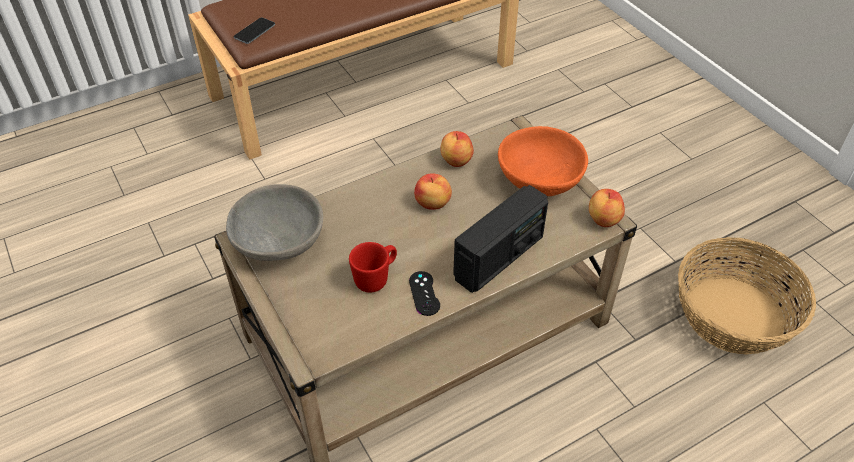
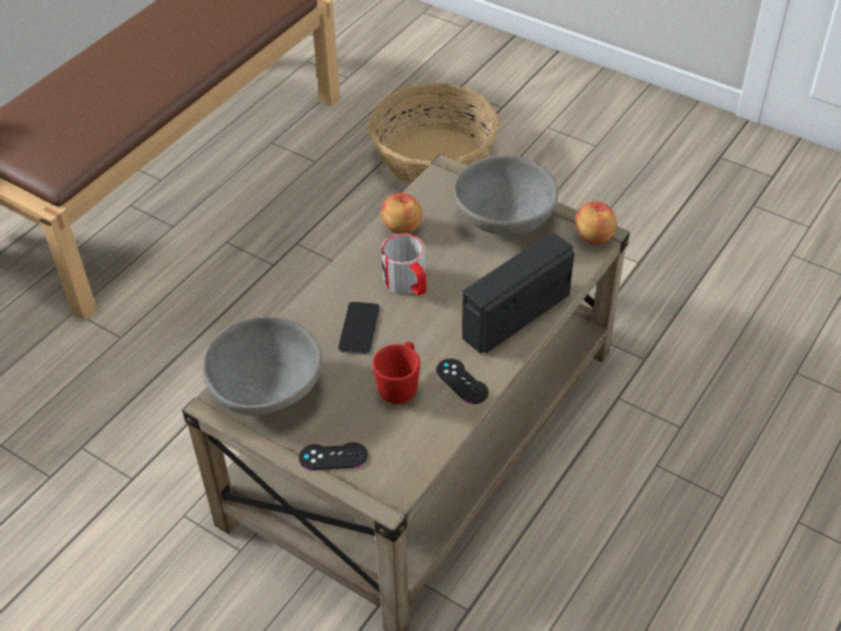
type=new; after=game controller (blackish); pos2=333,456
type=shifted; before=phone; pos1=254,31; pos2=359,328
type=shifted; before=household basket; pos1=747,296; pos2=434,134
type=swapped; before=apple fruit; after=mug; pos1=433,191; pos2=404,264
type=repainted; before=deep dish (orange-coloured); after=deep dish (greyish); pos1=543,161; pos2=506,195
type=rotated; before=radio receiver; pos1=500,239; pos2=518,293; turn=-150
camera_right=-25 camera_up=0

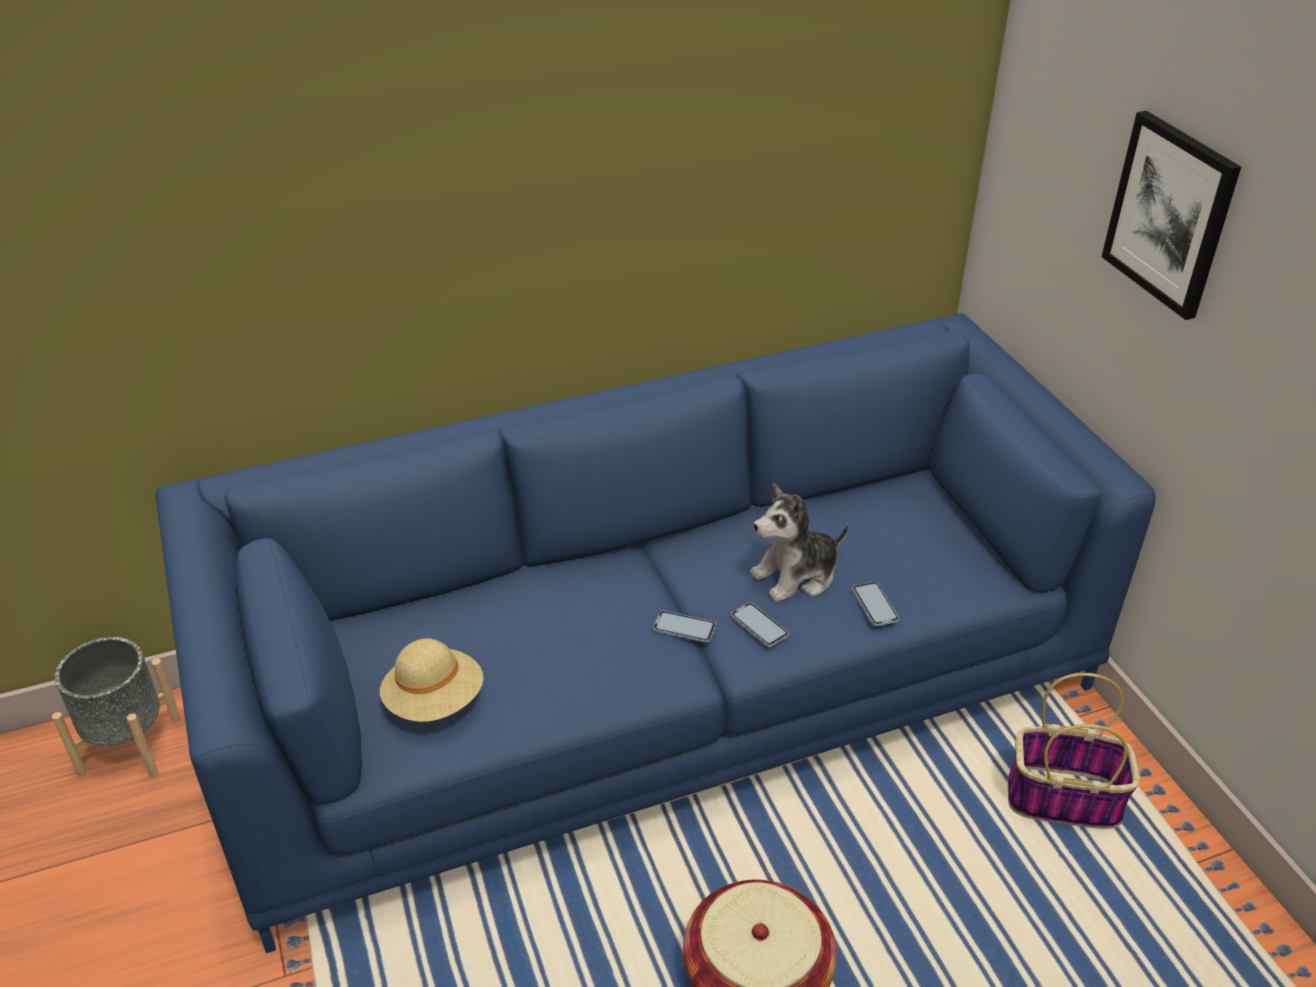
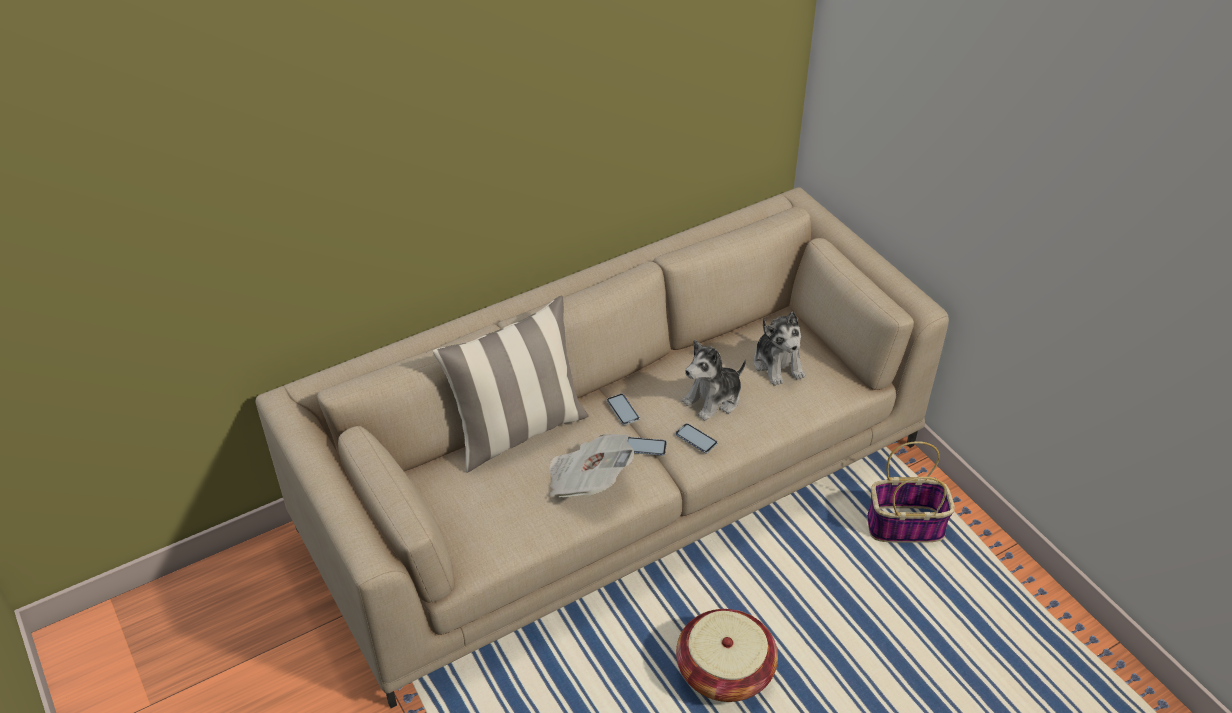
type=repainted; before=couch (bluish); after=couch (beige); pos1=656,633; pos2=602,447
type=new; after=throw pillow; pos2=511,384
type=new; after=newspaper; pos2=592,465
type=shifted; before=phone; pos1=875,603; pos2=623,409
type=new; after=plush toy; pos2=779,348
type=gone; before=planter (greyish); pos1=116,707
type=gone; before=hat (beige); pos1=432,680
type=gone; before=picture; pos1=1171,215
camera_right=-10 camera_up=5

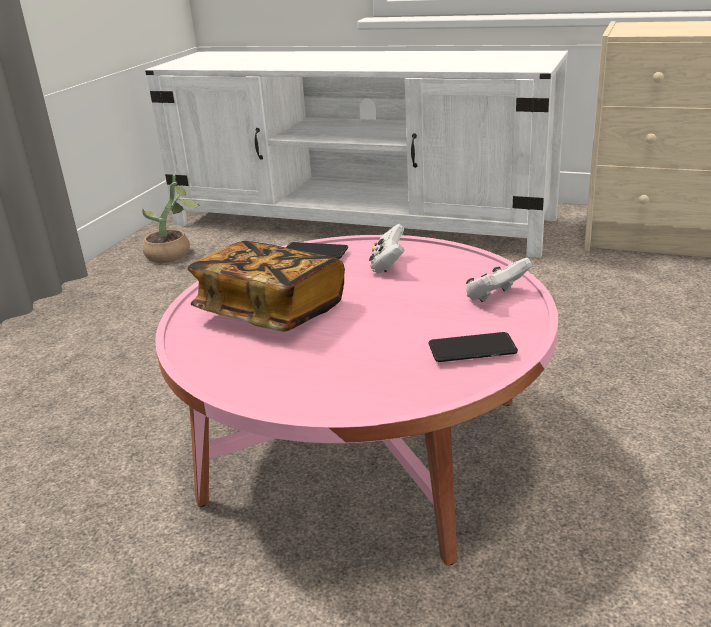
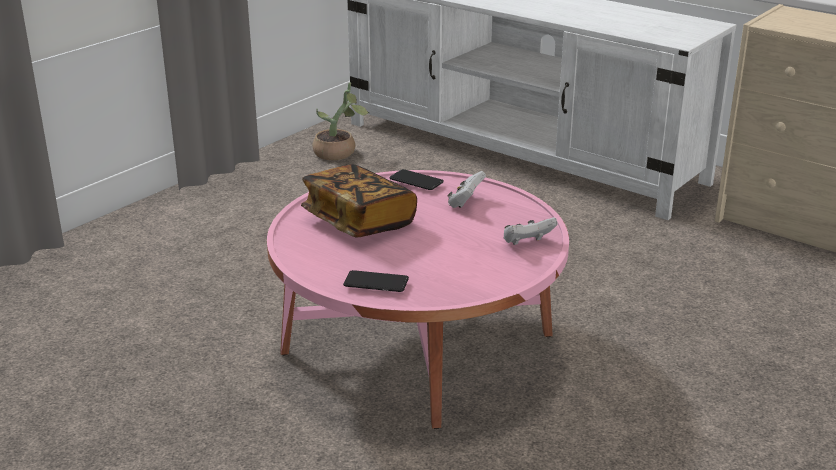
type=shifted; before=phone; pos1=473,347; pos2=376,281
camera_right=15 camera_up=0

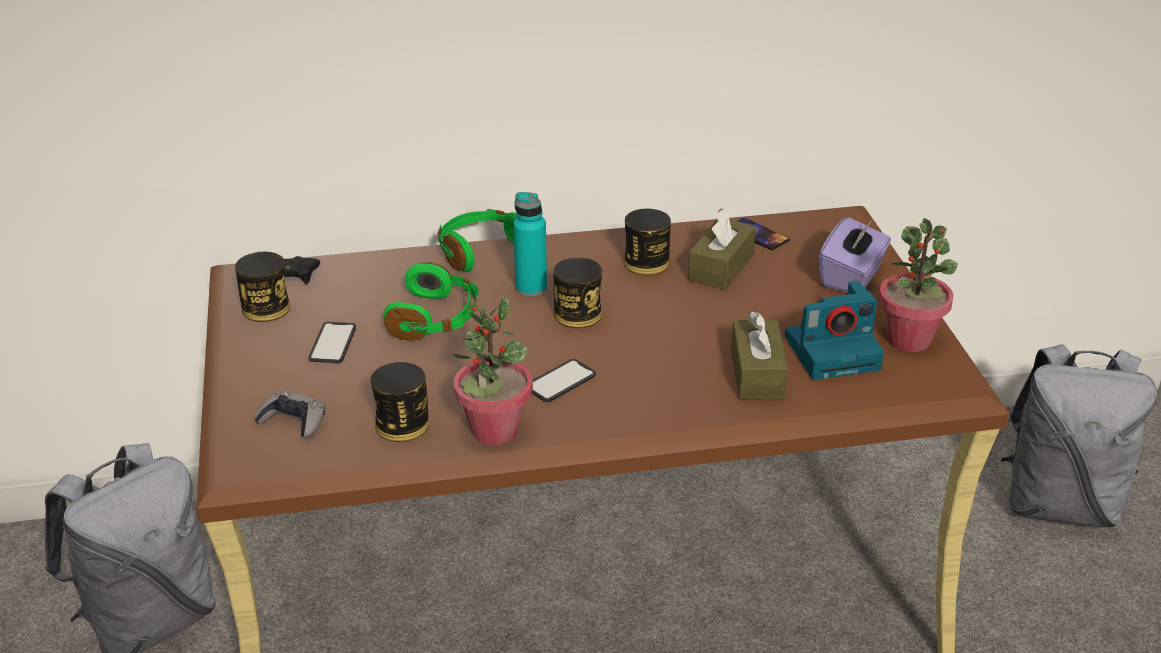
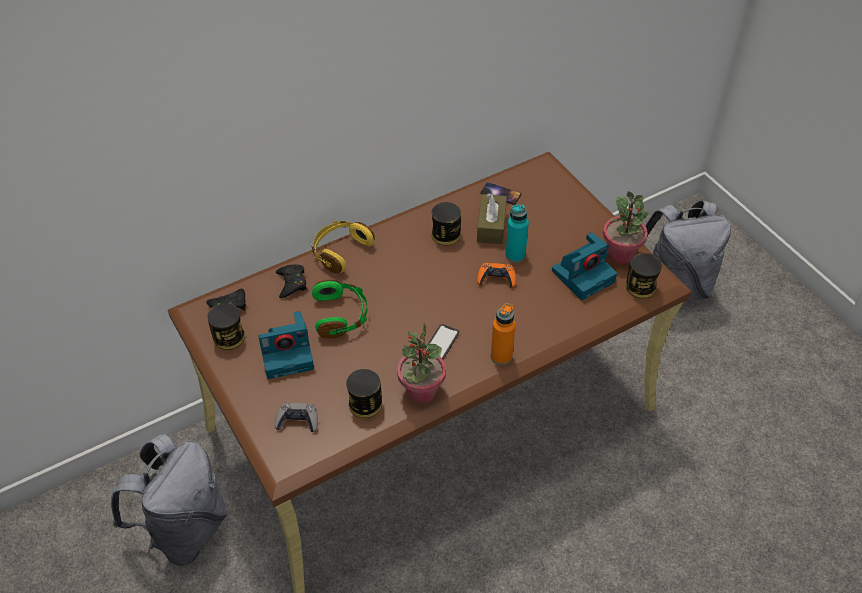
type=swapped; before=phone; after=photo camera; pos1=332,342; pos2=286,345
type=new; after=game controller (blackish); pos2=291,281
type=repainted; before=headset (green-coloured); after=headset (yellowish); pos1=477,240; pos2=343,247
type=new; after=game controller (orange-coloured); pos2=496,275
type=new; after=drink bottle (orange-coloured); pos2=503,334
type=shifted; before=drink bottle (turquoise); pos1=530,244; pos2=517,233
type=shifted; before=metal can; pos1=578,292; pos2=644,275
type=gone; before=tissue holder (brown-coloured); pos1=759,355
type=gone; before=tissue holder (purple); pos1=855,255
camera_right=-20 camera_up=15

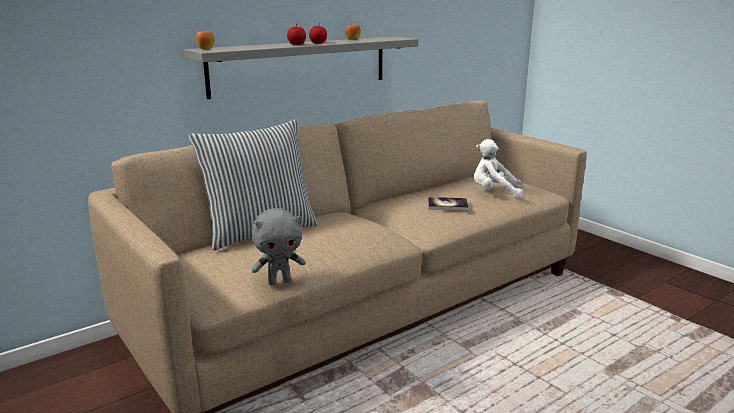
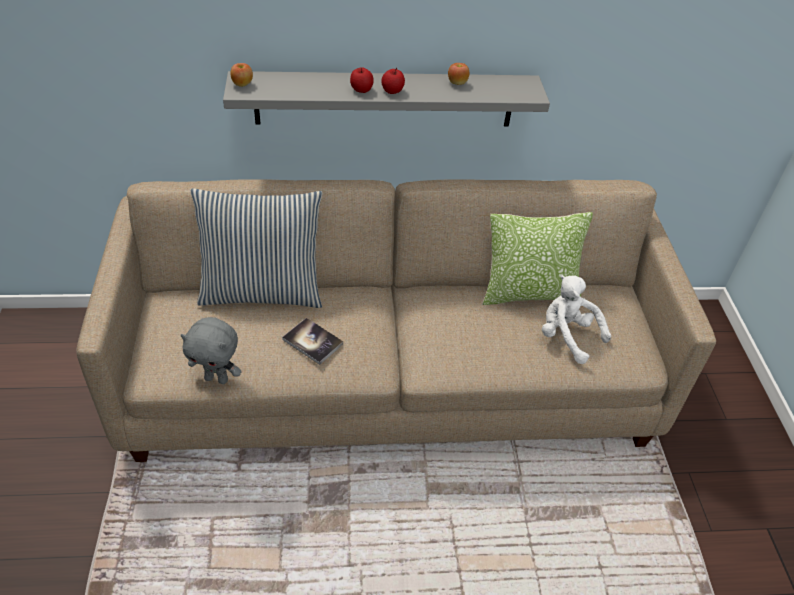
type=shifted; before=book; pos1=448,204; pos2=312,341
type=new; after=throw pillow; pos2=537,258
camera_right=30 camera_up=25

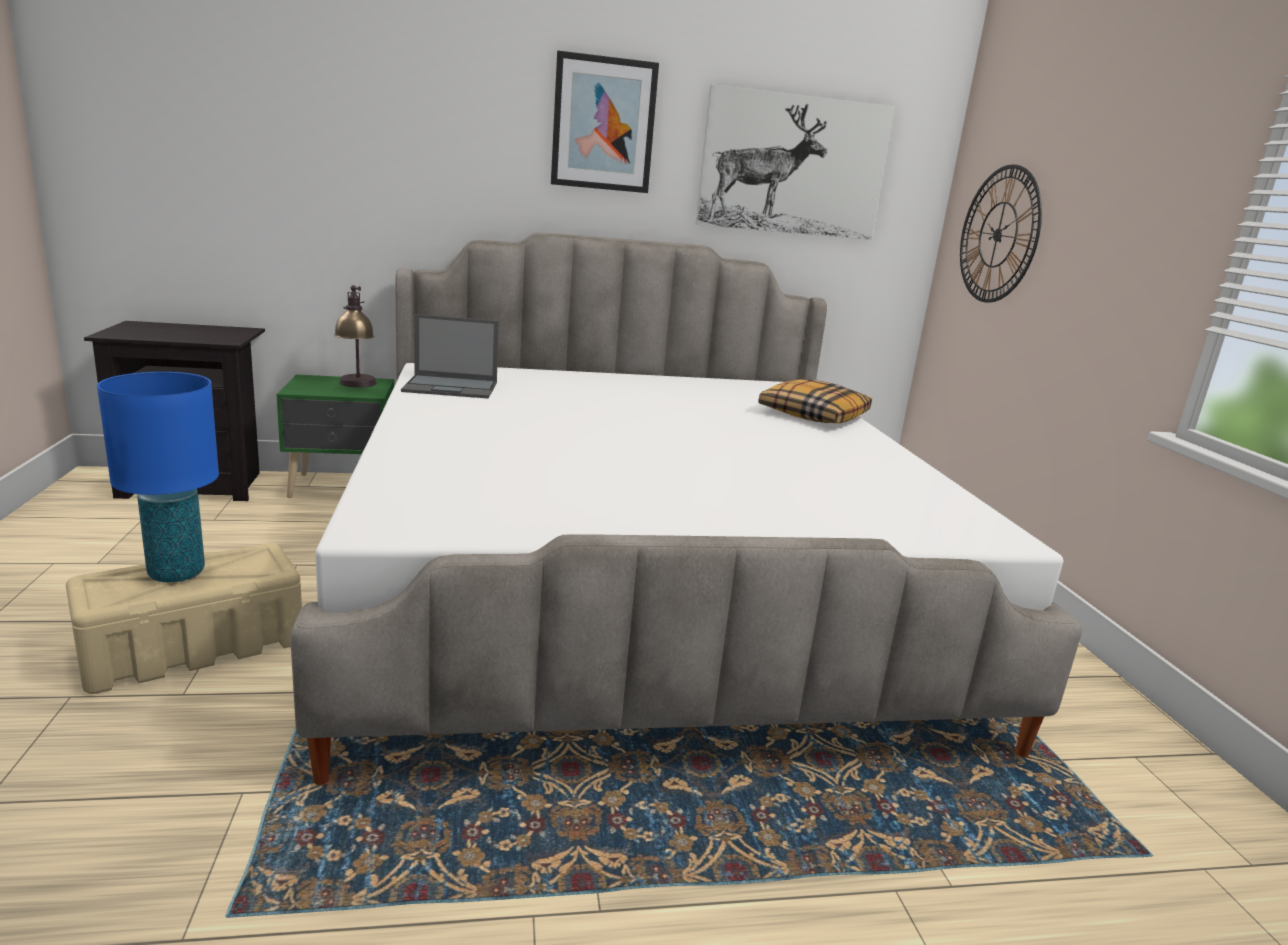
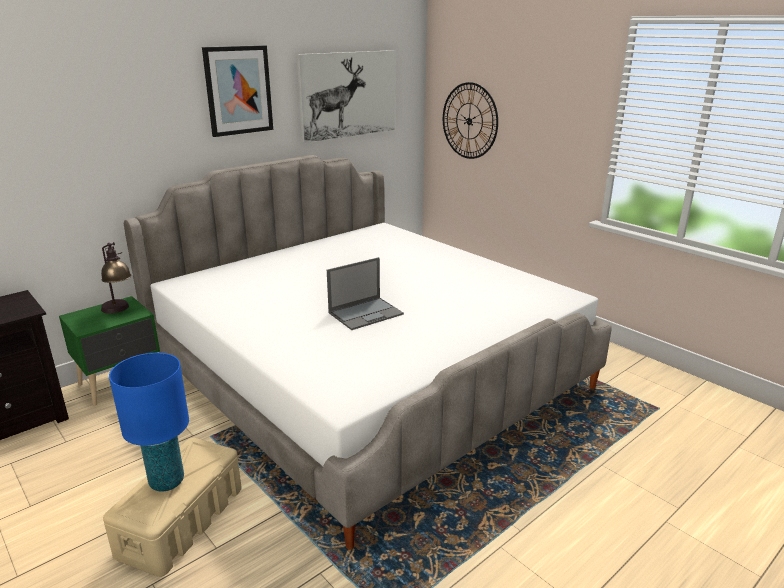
type=shifted; before=portable computer; pos1=450,356; pos2=365,293
type=gone; before=throw pillow; pos1=815,401
camera_right=-30 camera_up=5

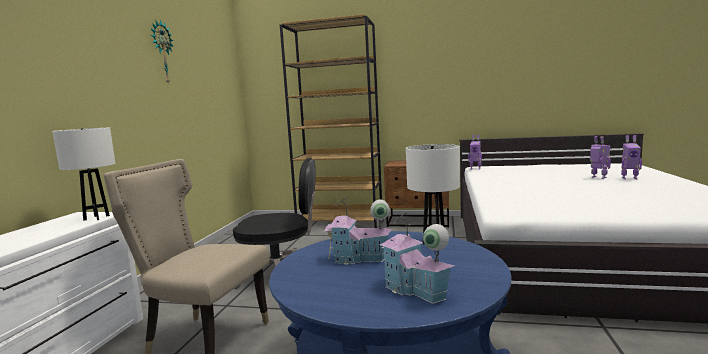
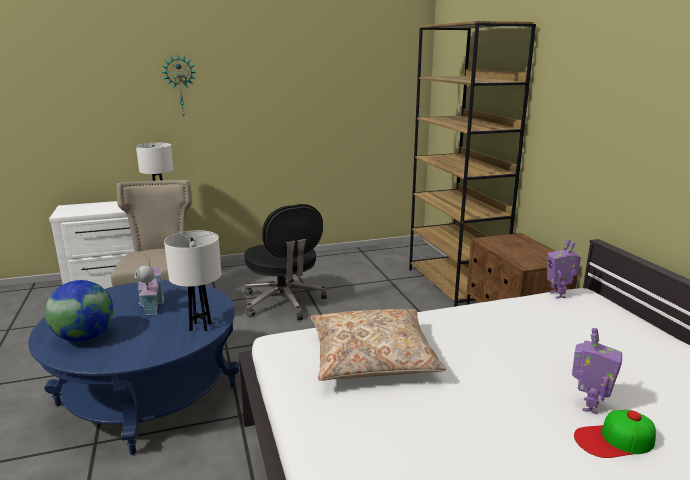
type=swapped; before=model house; after=world globe; pos1=417,258; pos2=79,311
type=shifted; before=wall clock; pos1=162,52; pos2=178,86
type=new; after=throw pillow (beige); pos2=378,345
type=swapped; before=model robot; after=cap; pos1=631,157; pos2=615,434
camera_right=60 camera_up=10

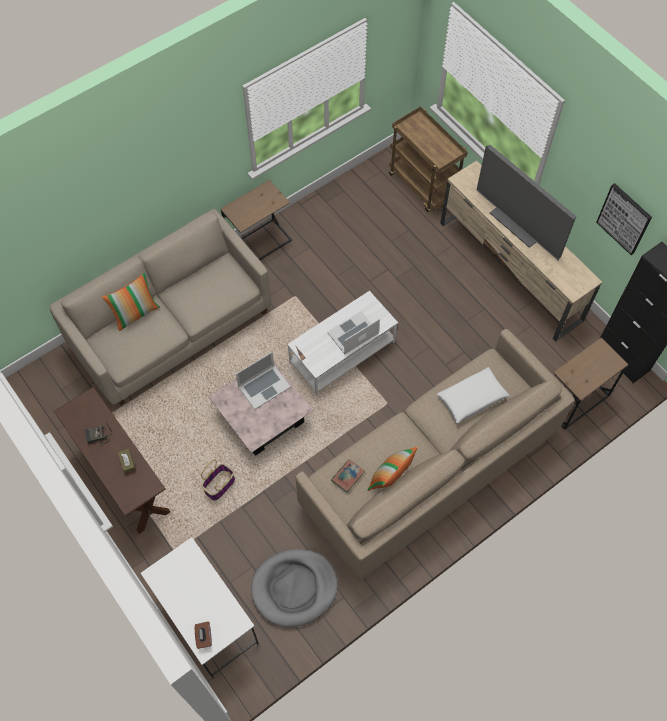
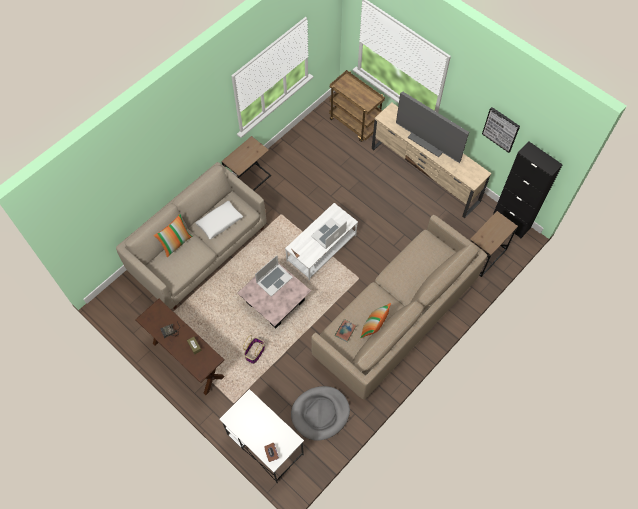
type=shifted; before=throw pillow (white-coloured); pos1=473,395; pos2=219,220
camera_right=-10 camera_up=0

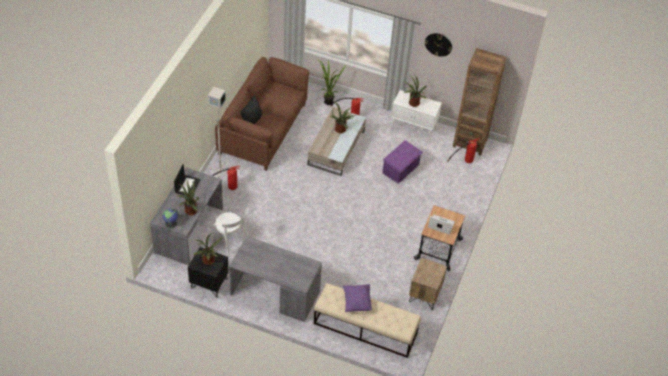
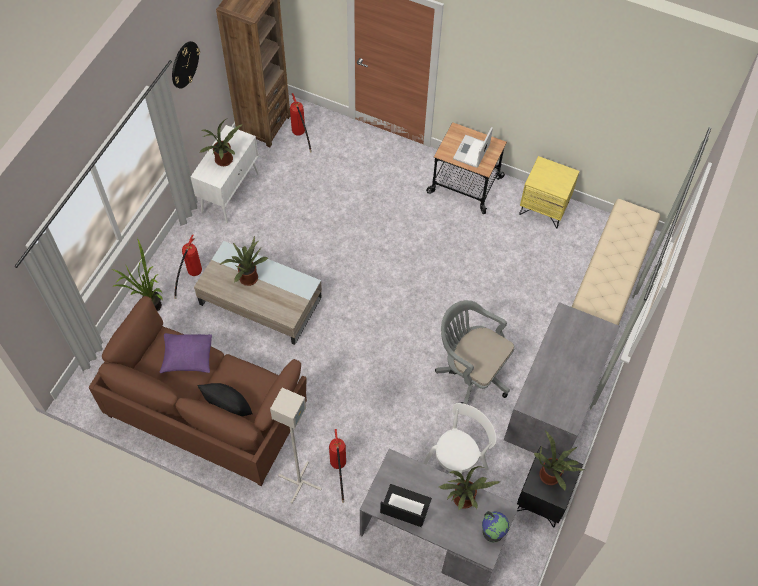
type=shifted; before=throw pillow (purple); pos1=357,298; pos2=186,353
type=new; after=desk chair (greyish); pos2=475,352
type=repainted; before=nightstand (brown-coloured); after=nightstand (yellowish); pos1=428,284; pos2=549,192
type=gone; before=storage container (purple); pos1=402,162
camera_right=-85 camera_up=10

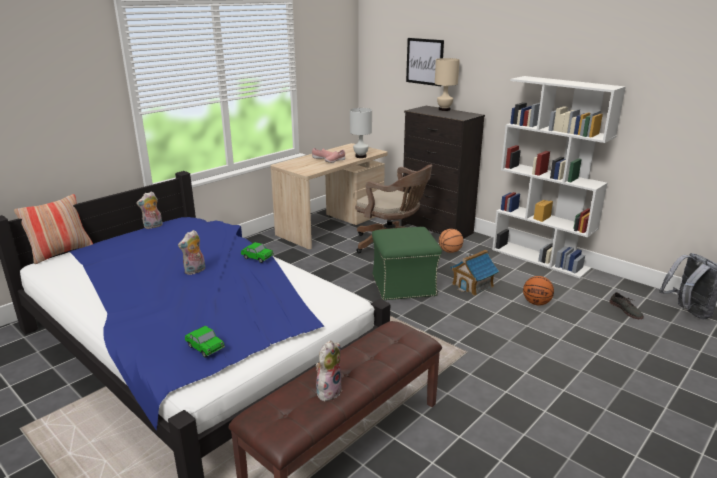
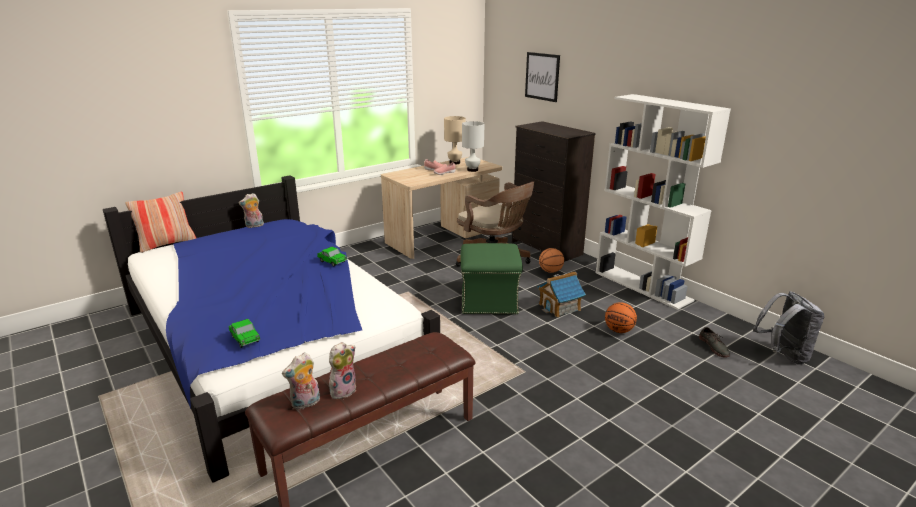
type=shifted; before=plush toy; pos1=191,252; pos2=301,381
type=shifted; before=tabletop lamp (beige); pos1=447,84; pos2=455,140
camera_right=10 camera_up=0

